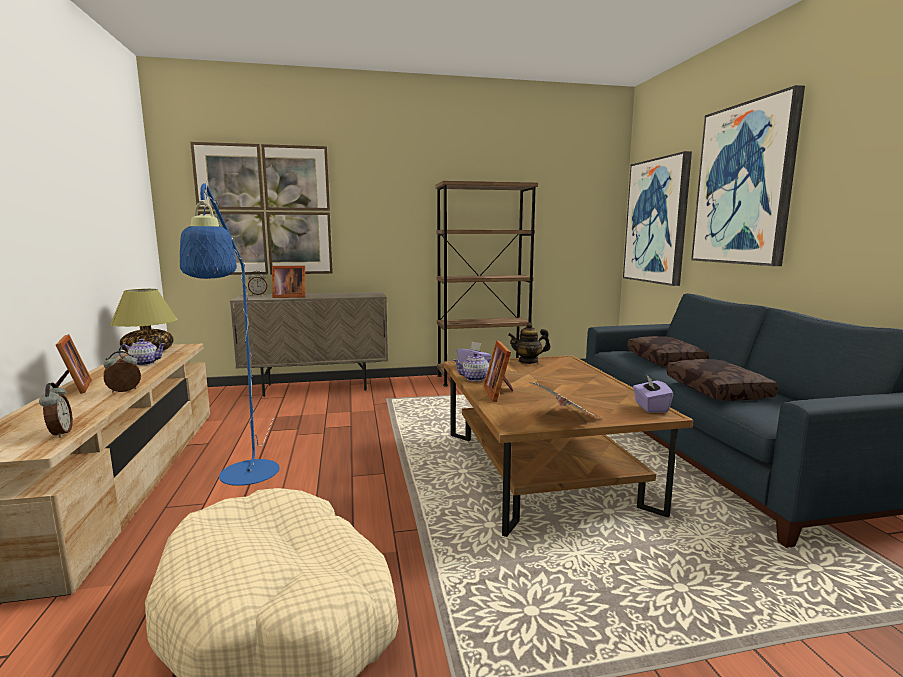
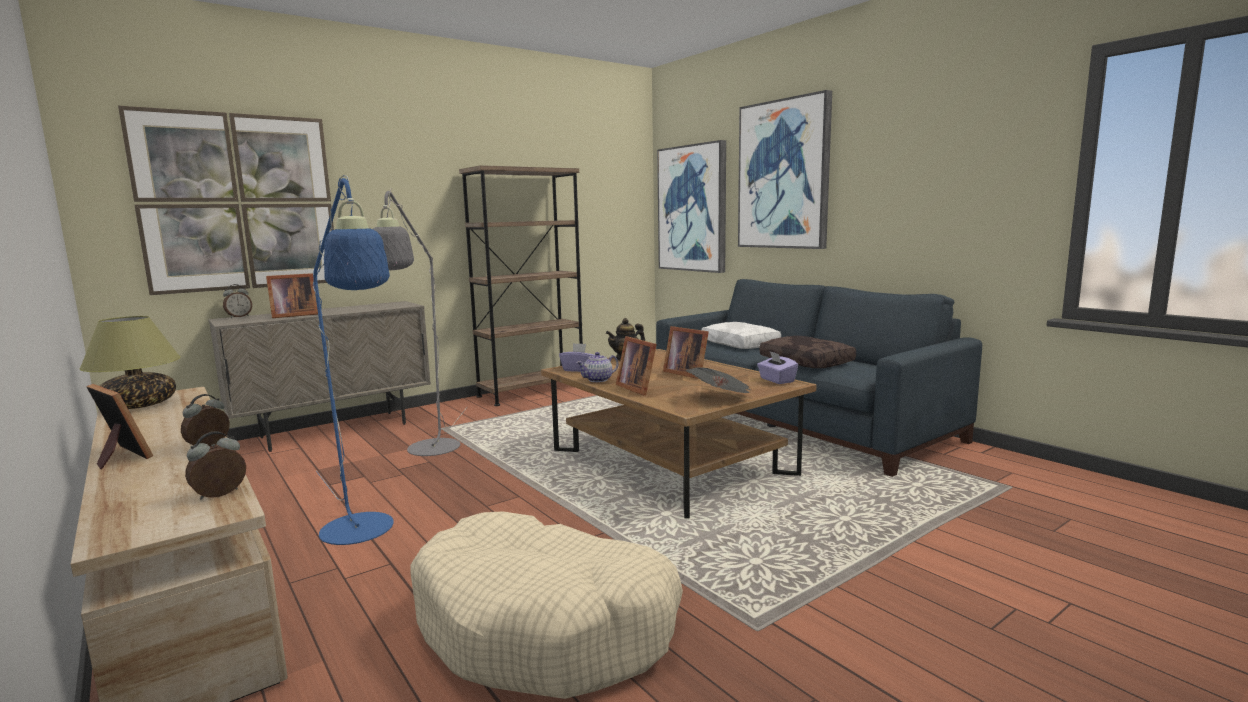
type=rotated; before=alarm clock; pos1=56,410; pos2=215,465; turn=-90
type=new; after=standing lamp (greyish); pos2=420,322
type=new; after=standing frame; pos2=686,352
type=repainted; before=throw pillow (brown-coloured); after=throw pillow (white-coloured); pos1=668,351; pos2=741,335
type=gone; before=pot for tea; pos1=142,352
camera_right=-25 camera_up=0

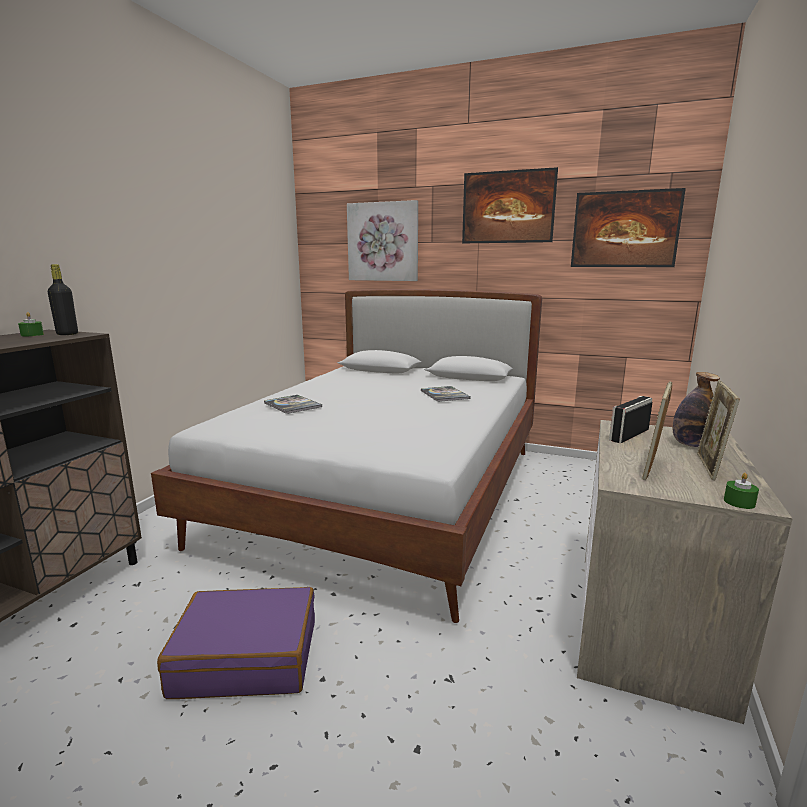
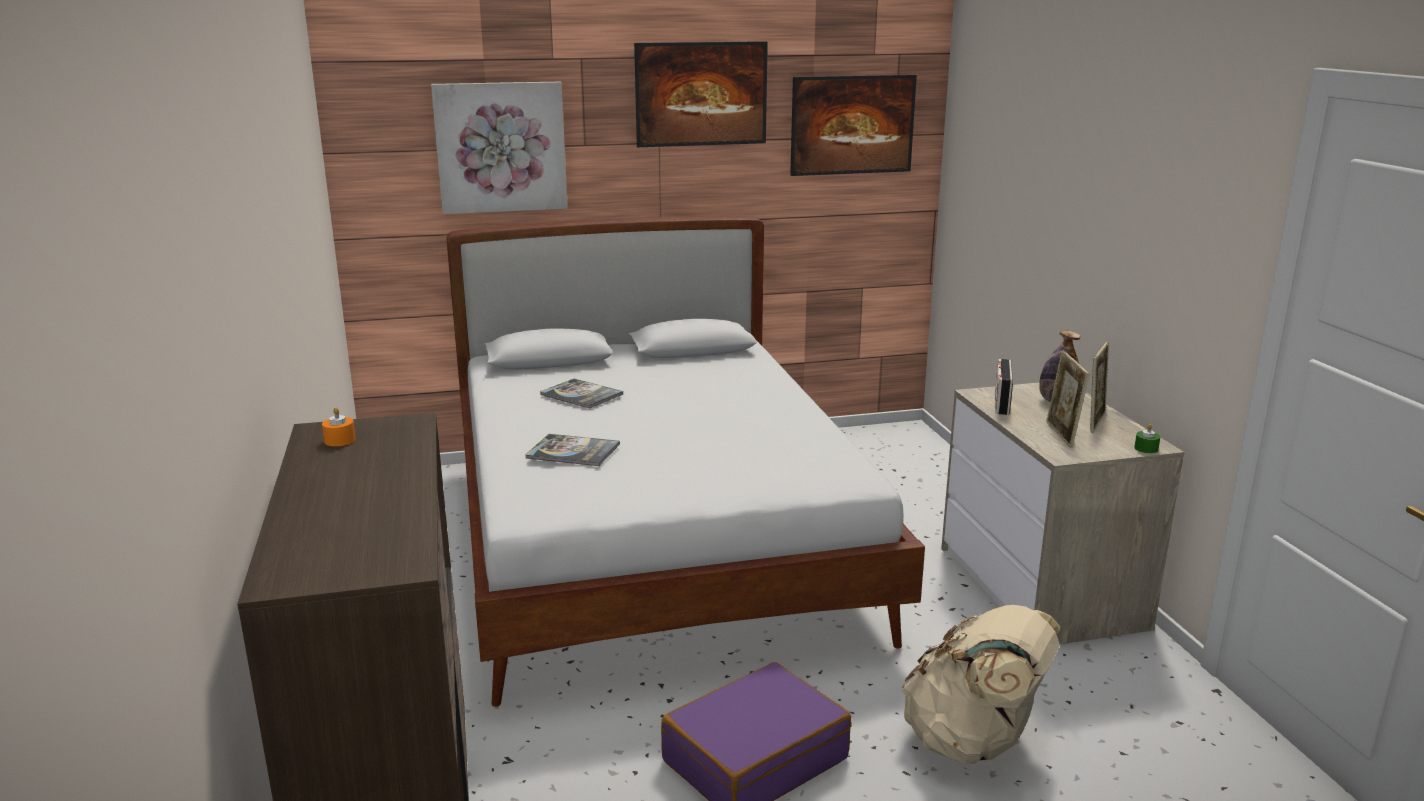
type=repainted; before=candle (green-coloured); after=candle (orange-coloured); pos1=31,324; pos2=339,426
type=shifted; before=book; pos1=446,394; pos2=581,394
type=new; after=backpack (beige); pos2=981,684
type=rotated; before=standing frame; pos1=718,430; pos2=1099,387; turn=-135
type=gone; before=drink bottle (blackish); pos1=63,299
camera_right=-35 camera_up=5

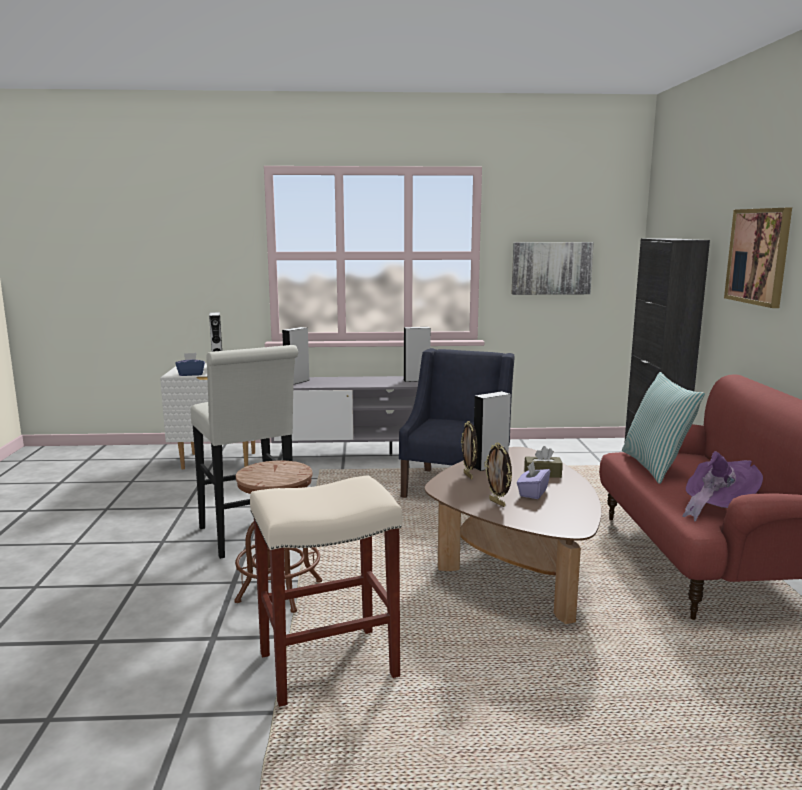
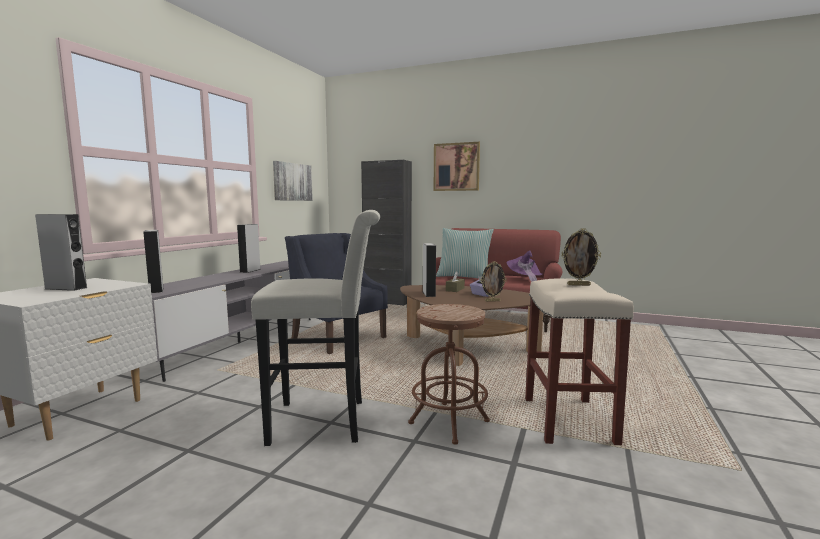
type=shifted; before=standing frame; pos1=469,450; pos2=581,257
type=gone; before=tissue holder (bluish); pos1=190,364
camera_right=-65 camera_up=-5

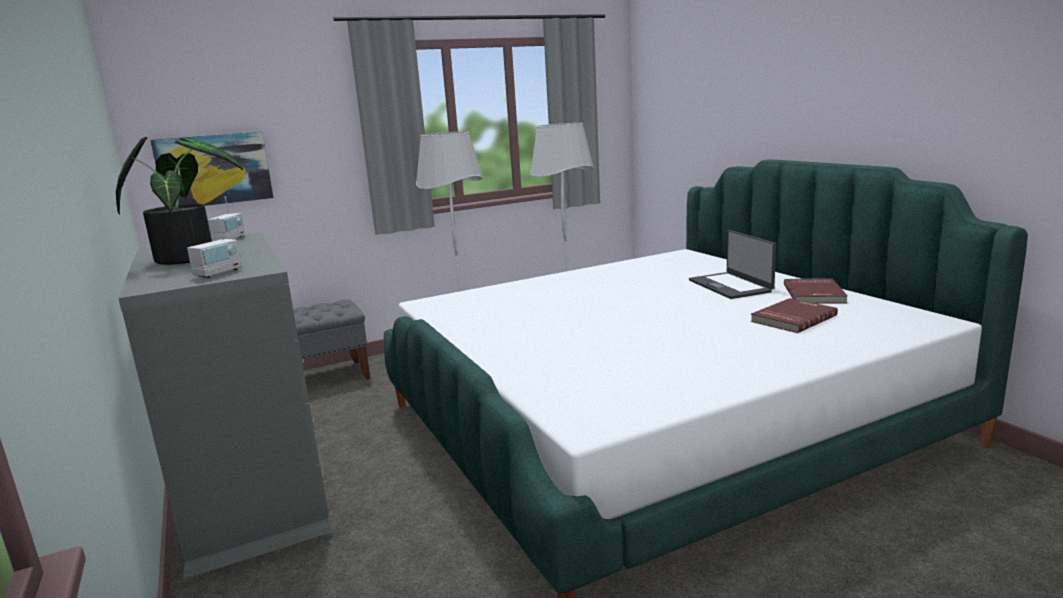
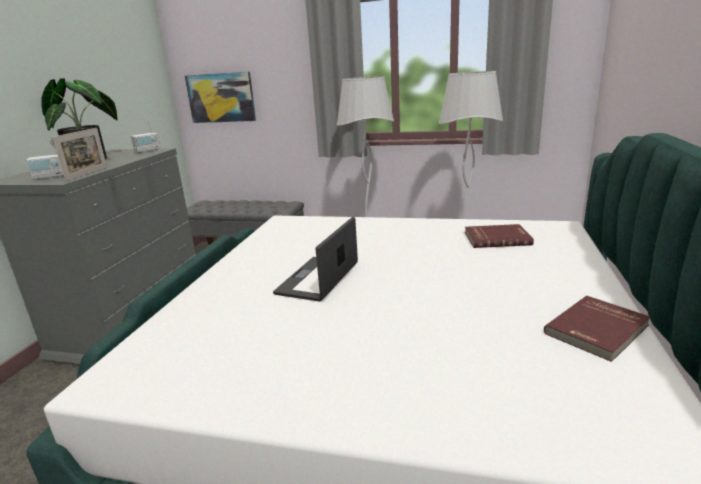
type=new; after=standing frame; pos2=80,155
type=shifted; before=portable computer; pos1=732,264; pos2=315,259
type=shifted; before=book (red); pos1=794,315; pos2=499,236
camera_right=40 camera_up=5

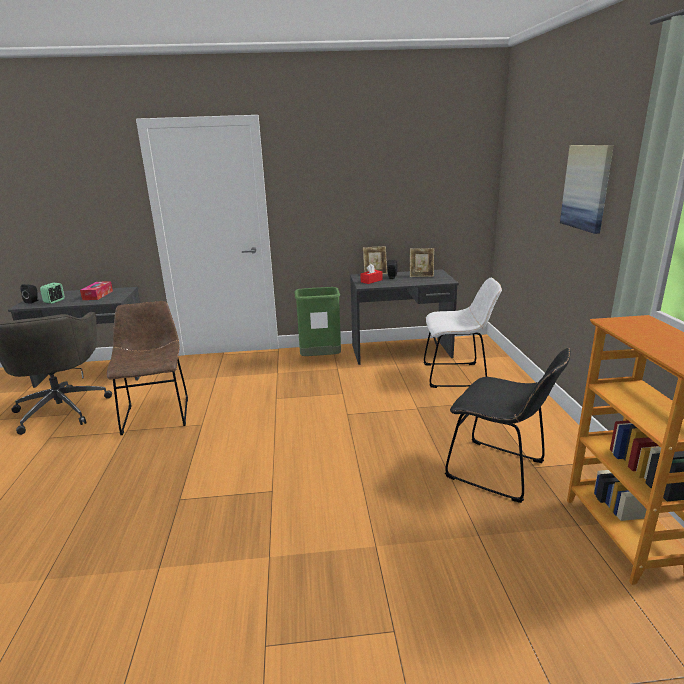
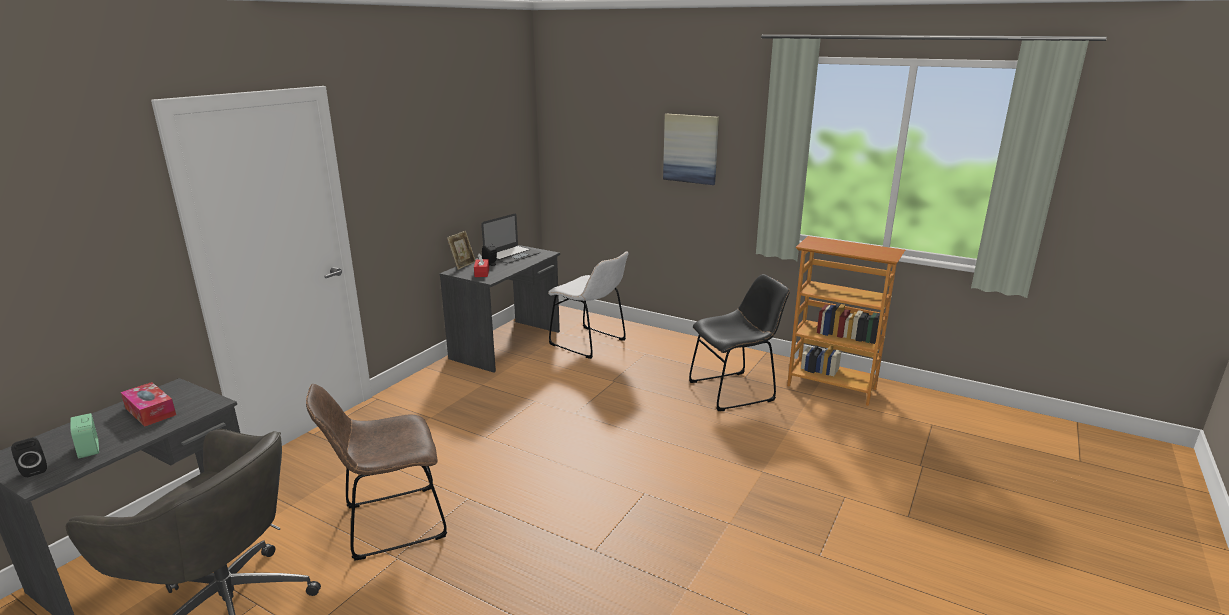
type=rotated; before=plain chair (brown-coloured); pos1=147,368; pos2=376,472; turn=-45
type=swapped; before=standing frame; after=portable computer; pos1=422,262; pos2=511,238
type=rotated; before=plain chair (white-coloured); pos1=463,333; pos2=588,305; turn=90
type=gone; before=waste bin (green-coloured); pos1=318,321
camera_right=-55 camera_up=0

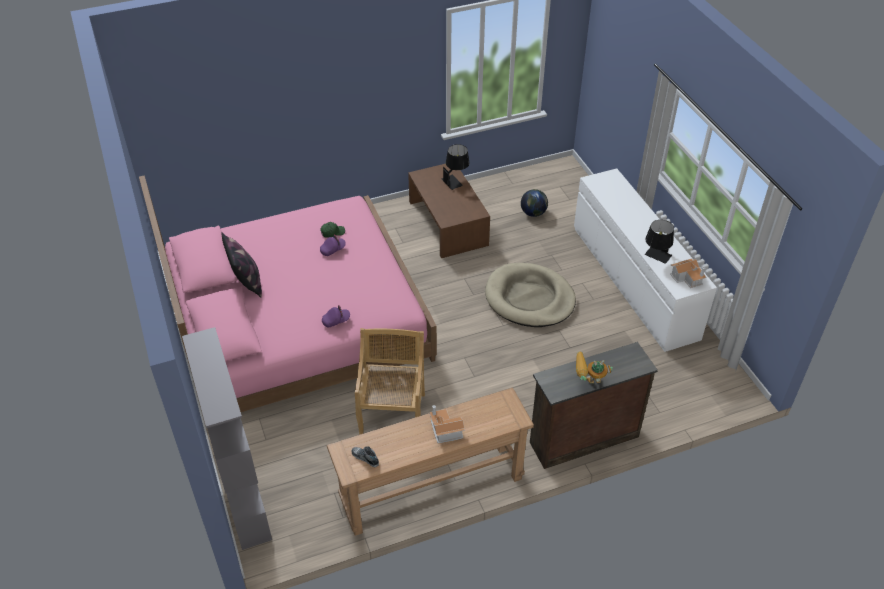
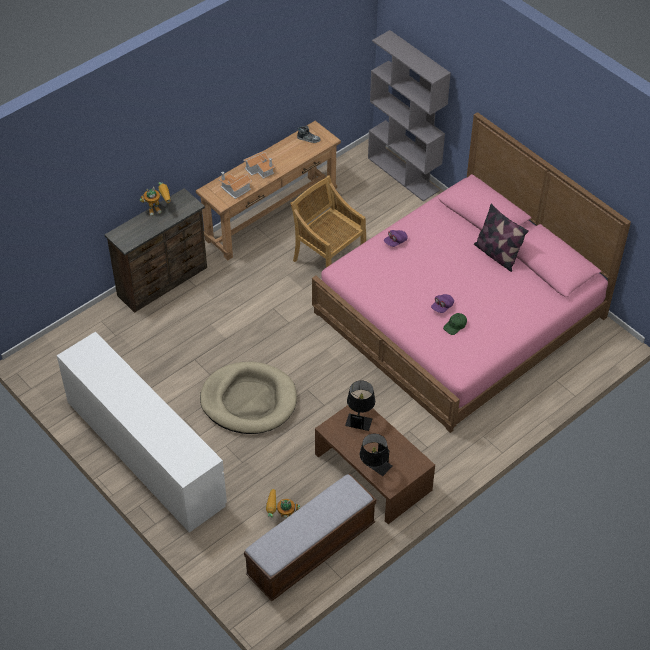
type=shifted; before=model house; pos1=688,273; pos2=235,185
type=new; after=long seat; pos2=310,537
type=swapped; before=world globe; after=model robot; pos1=534,203; pos2=283,503
type=rotated; before=plain chair (beige); pos1=390,381; pos2=328,221; turn=150
type=shifted; before=tabletop lamp (blackish); pos1=659,242; pos2=360,406
camera_right=160 camera_up=5

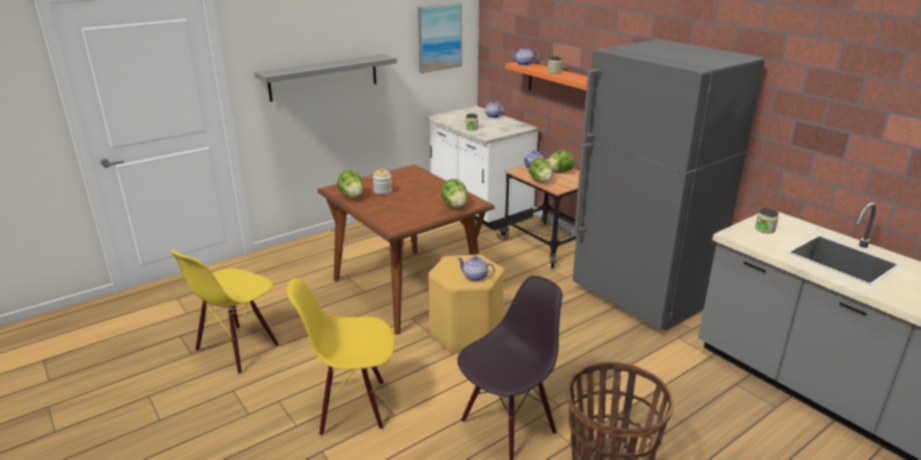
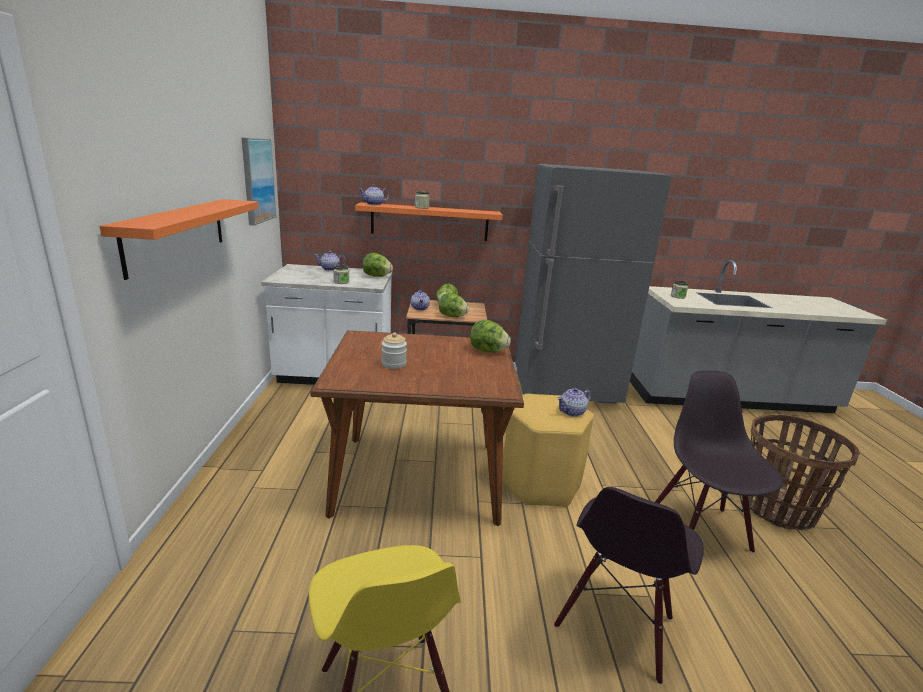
type=repainted; before=shelf (greyish); after=shelf (orange-coloured); pos1=326,78; pos2=179,239
type=shifted; before=lettuce head; pos1=350,184; pos2=378,265
type=repainted; before=plain chair (yellowish); after=plain chair (blackish); pos1=340,357; pos2=629,586
camera_right=-55 camera_up=-5

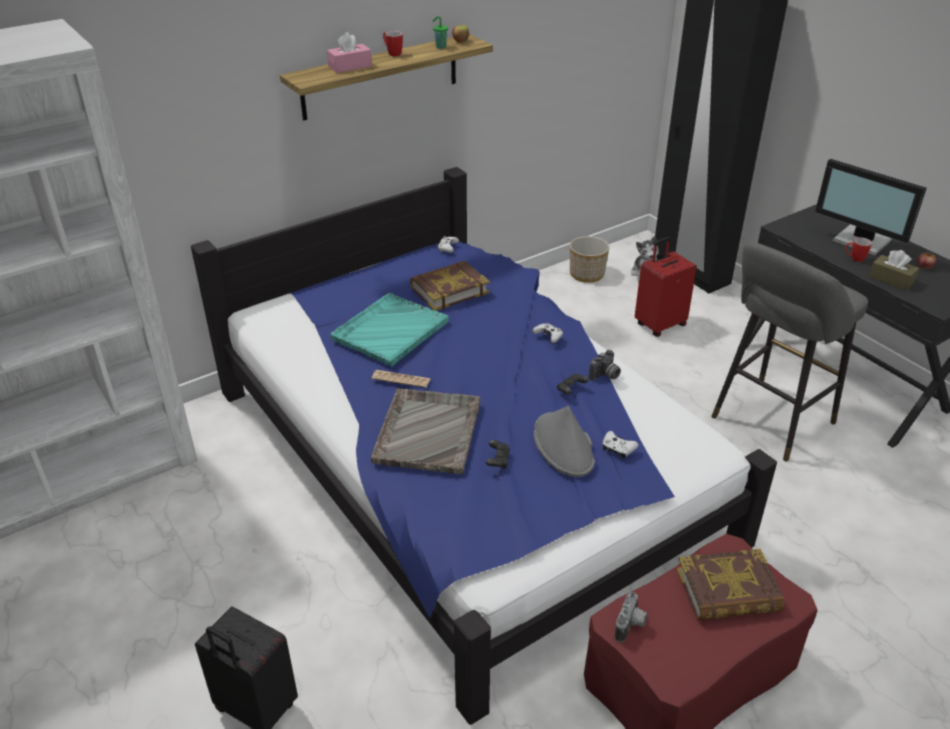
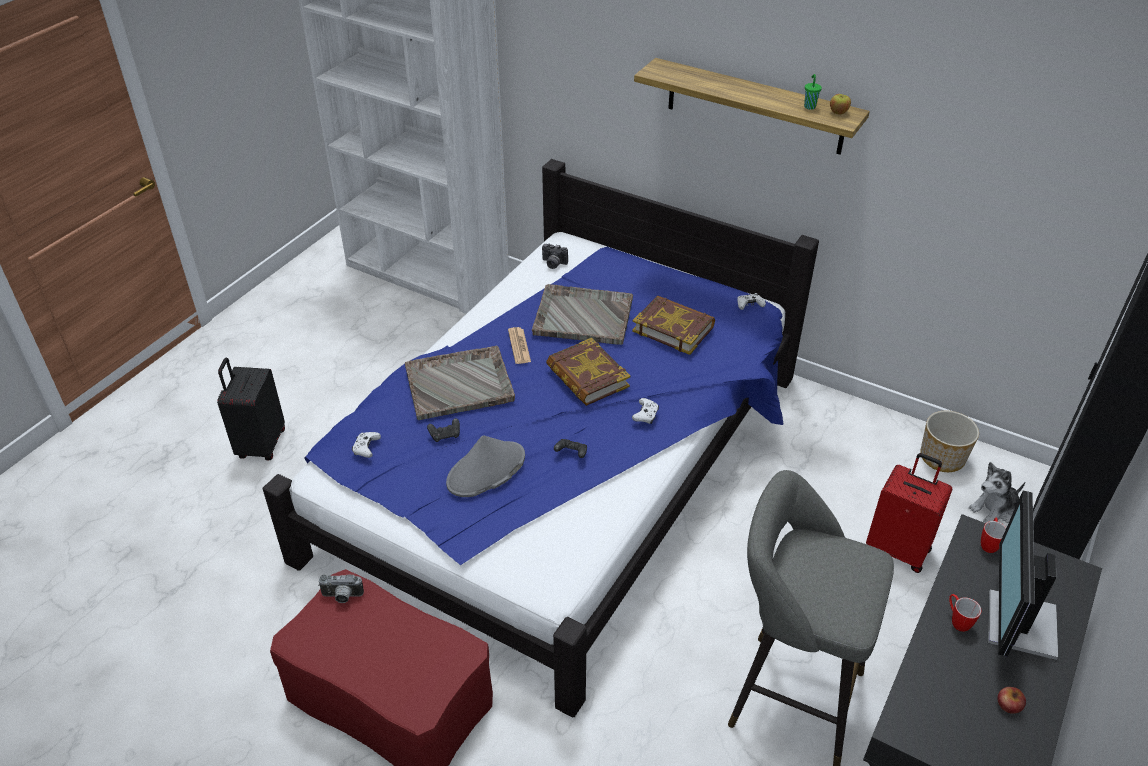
type=shifted; before=game controller (white-coloured); pos1=621,445; pos2=366,445
type=repainted; before=serving tray (turquoise); after=serving tray (greyish); pos1=390,329; pos2=582,314
type=shifted; before=photo camera; pos1=605,365; pos2=555,256
type=shifted; before=book; pos1=731,584; pos2=588,372
type=shifted; before=mug; pos1=393,43; pos2=994,535
type=gone; before=tissue holder (pink); pos1=349,52
type=gone; before=tissue holder (brown-coloured); pos1=894,270
camera_right=65 camera_up=5

